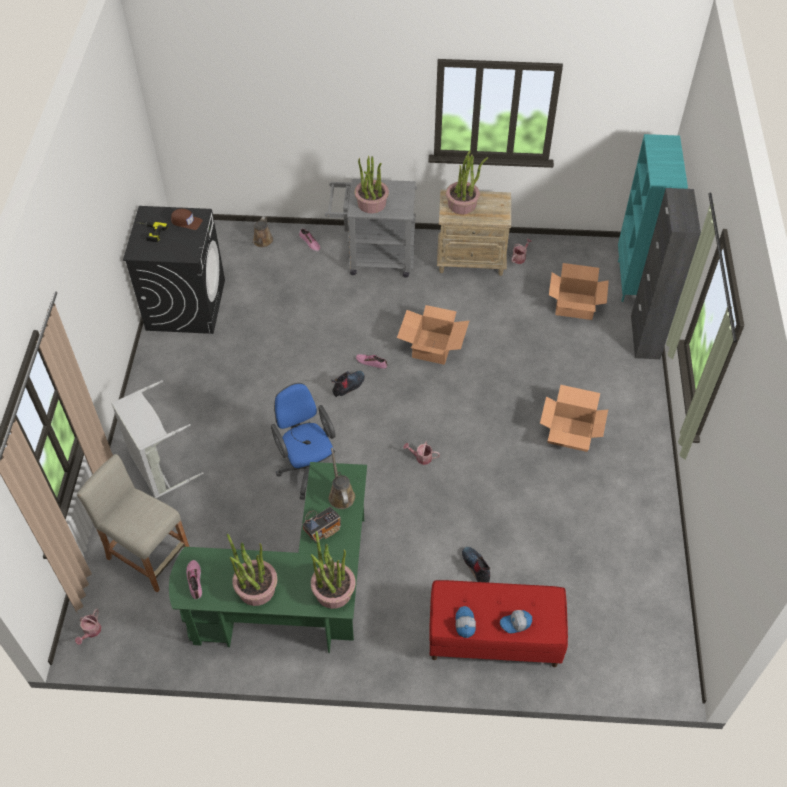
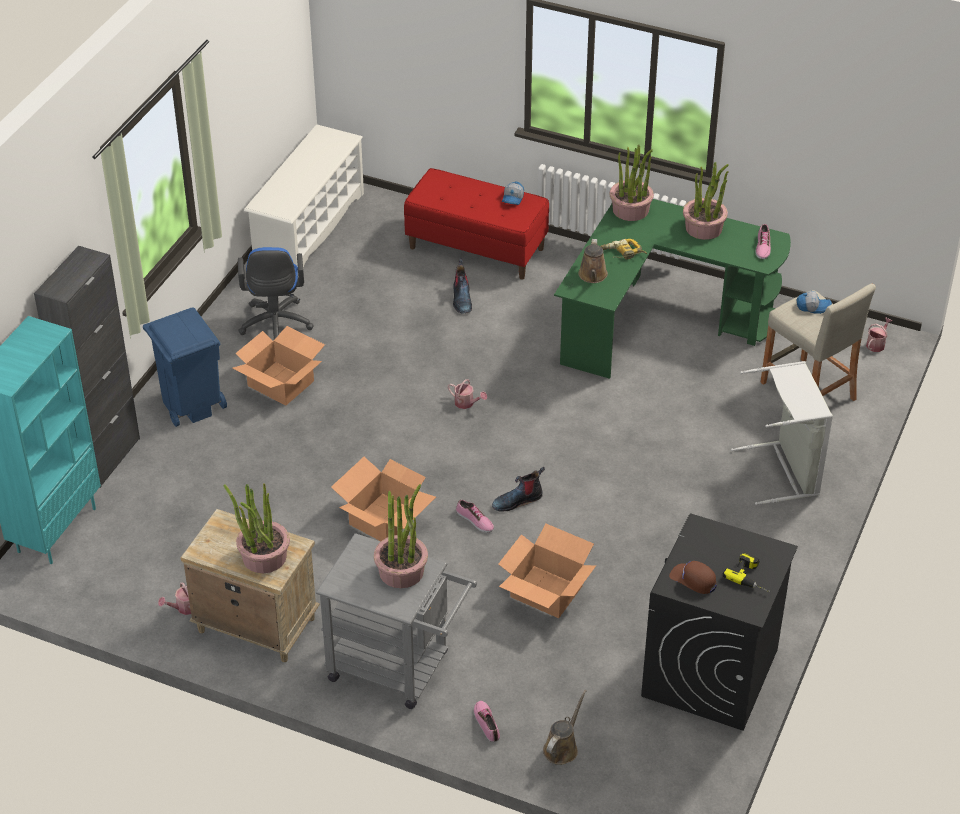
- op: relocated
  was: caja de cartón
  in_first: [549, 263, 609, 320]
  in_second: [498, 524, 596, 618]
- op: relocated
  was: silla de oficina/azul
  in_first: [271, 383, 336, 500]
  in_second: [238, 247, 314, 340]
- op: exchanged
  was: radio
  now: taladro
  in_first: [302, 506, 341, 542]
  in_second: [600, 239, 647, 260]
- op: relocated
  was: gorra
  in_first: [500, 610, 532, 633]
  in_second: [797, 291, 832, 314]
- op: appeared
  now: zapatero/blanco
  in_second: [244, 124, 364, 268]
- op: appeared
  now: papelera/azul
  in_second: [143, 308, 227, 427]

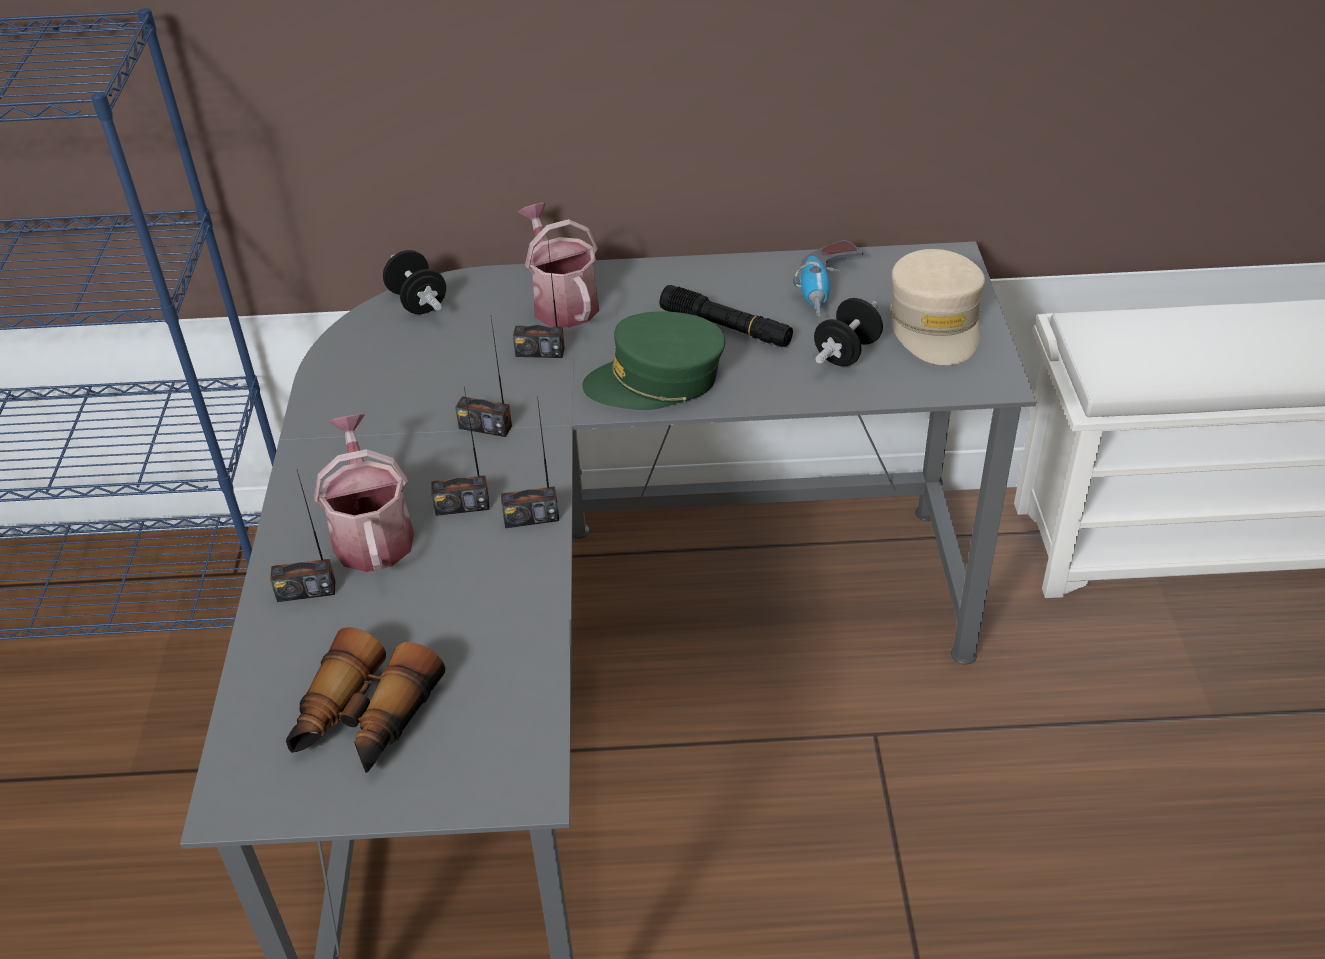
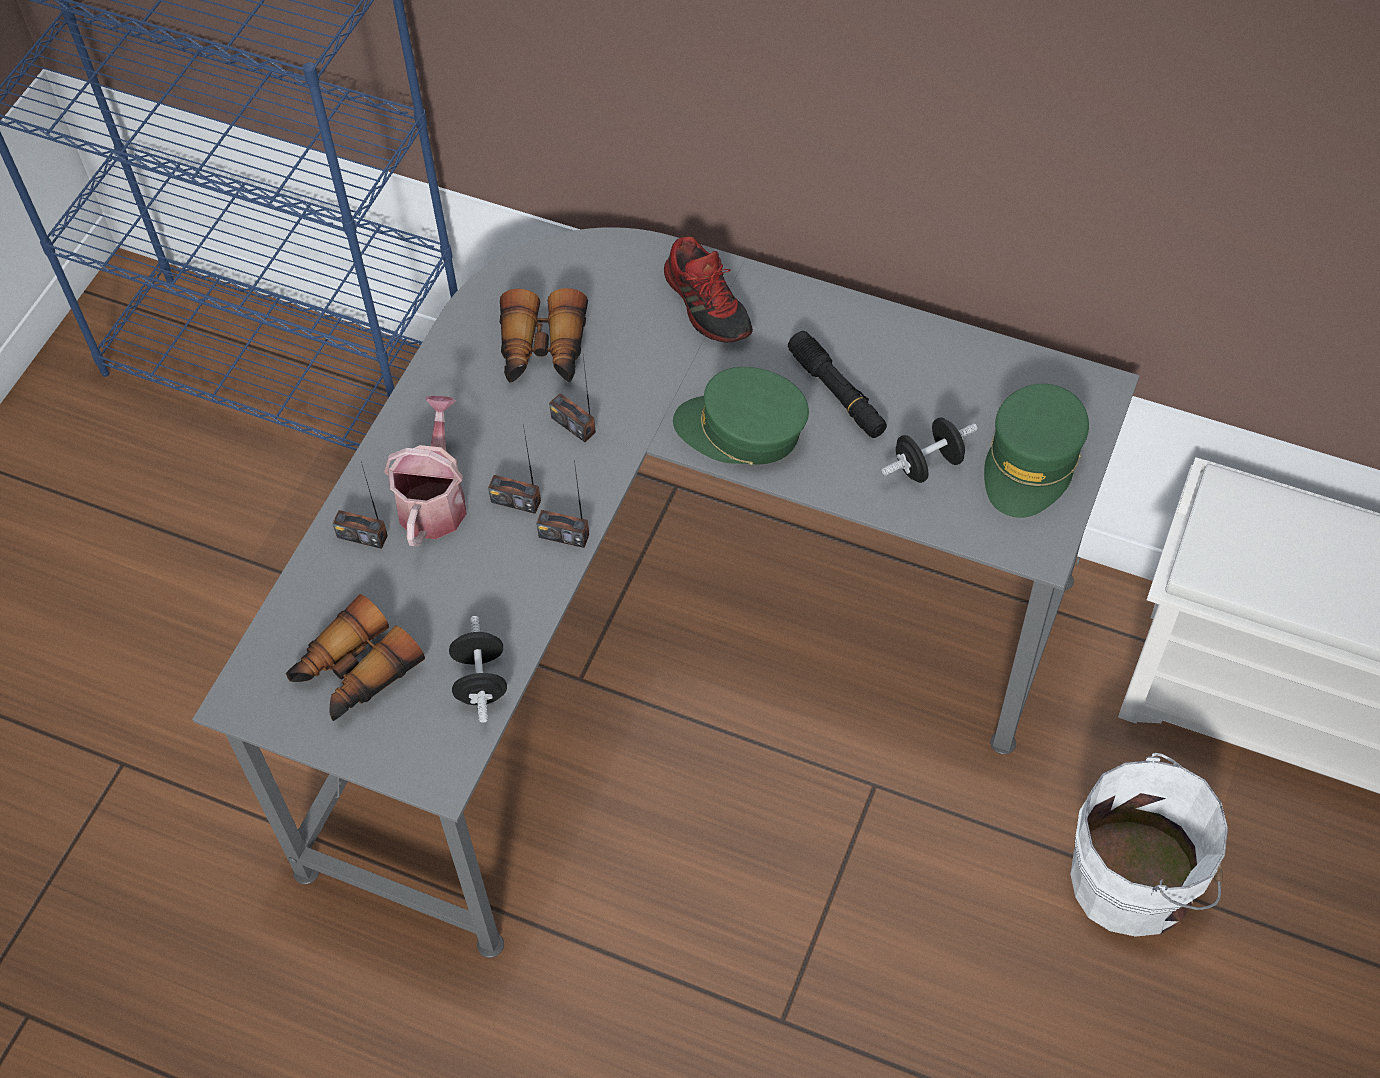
- op: exchanged
  was: regadera
  now: zapato
  in_first: [518, 203, 599, 328]
  in_second: [664, 236, 753, 343]
- op: missing
  was: taladro
  in_first: [793, 240, 863, 317]
- op: missing
  was: radio
  in_first: [513, 243, 565, 358]
- op: colour
  was: gorra/beis
  now: gorra/verde
  in_first: [890, 249, 985, 365]
  in_second: [984, 384, 1089, 518]
- op: relocated
  was: mancuerna/negro
  in_first: [383, 250, 446, 314]
  in_second: [449, 616, 507, 723]
- op: appeared
  now: prismáticos
  in_second: [500, 288, 588, 383]
- op: appeared
  now: cubo/blanco
  in_second: [1071, 753, 1228, 937]

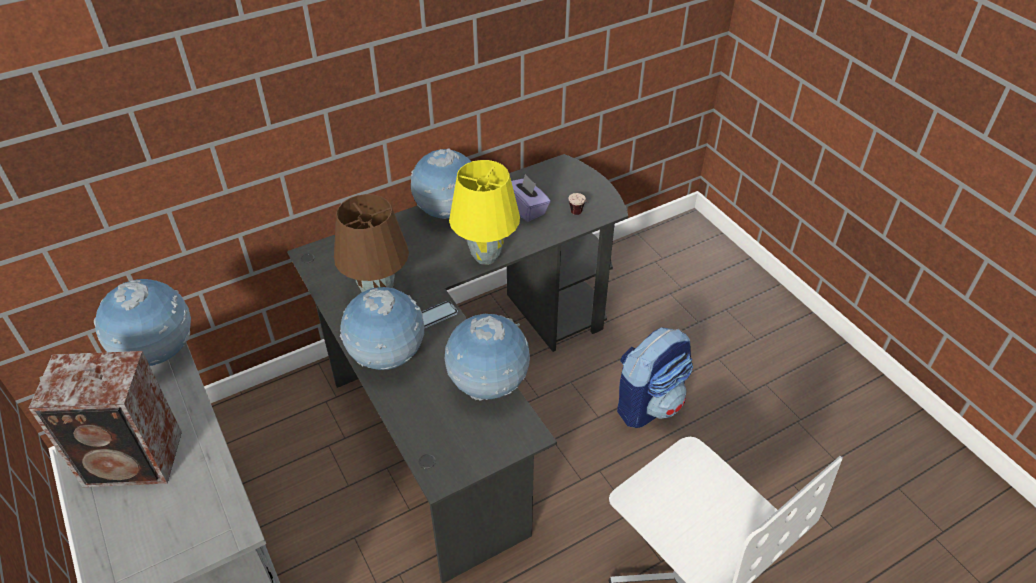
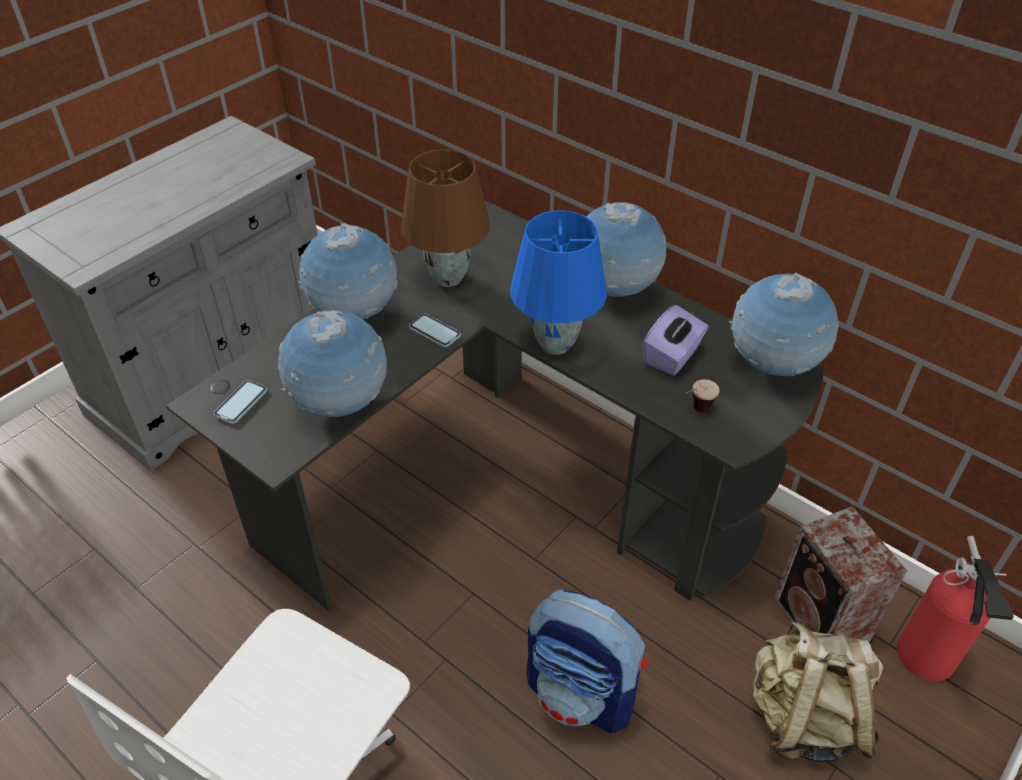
- op: colour
  was: lámpara de mesa/amarillo
  now: lámpara de mesa/azul
  in_first: [449, 160, 520, 265]
  in_second: [510, 211, 607, 355]
- op: relocated
  was: globo terráqueo
  in_first: [94, 279, 191, 366]
  in_second: [729, 273, 839, 376]
- op: relocated
  was: altavoz
  in_first: [28, 351, 182, 487]
  in_second: [774, 507, 907, 642]
- op: appeared
  now: móvil
  in_second: [214, 380, 267, 424]
- op: appeared
  now: extintor
  in_second: [897, 536, 1014, 681]
- op: appeared
  now: mochila/beis
  in_second: [753, 618, 883, 762]

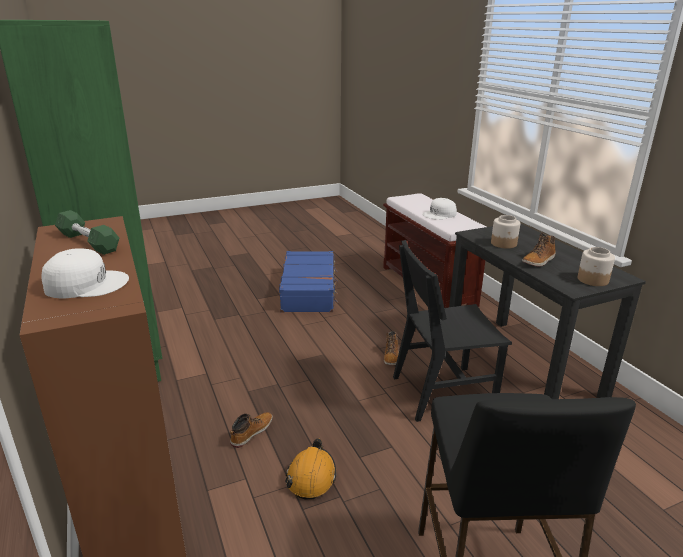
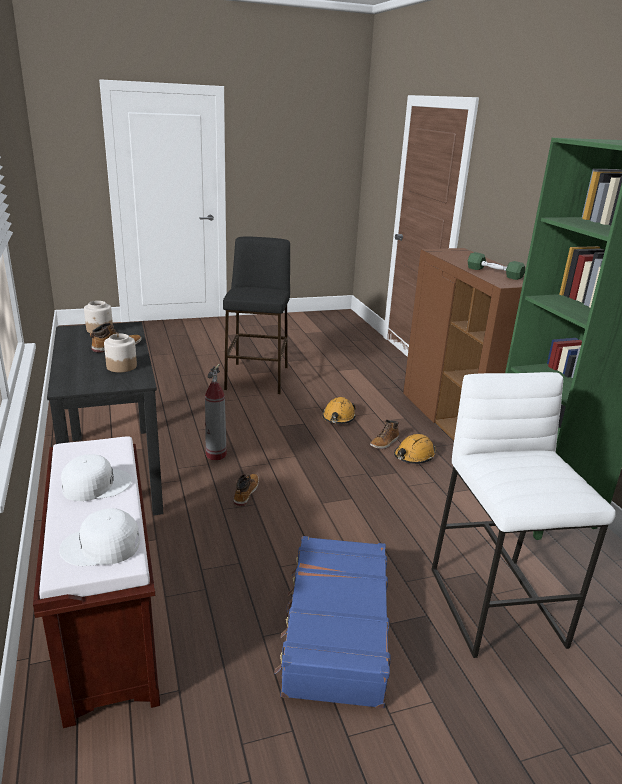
- op: exchanged
  was: silla/negro
  now: extintor
  in_first: [393, 240, 512, 422]
  in_second: [205, 364, 227, 460]
- op: relocated
  was: gorra/blanco
  in_first: [41, 248, 129, 299]
  in_second: [59, 508, 140, 566]
- op: appeared
  now: taburete/blanco
  in_second: [431, 372, 616, 658]
- op: appeared
  now: casco/naranja
  in_second: [394, 434, 436, 464]

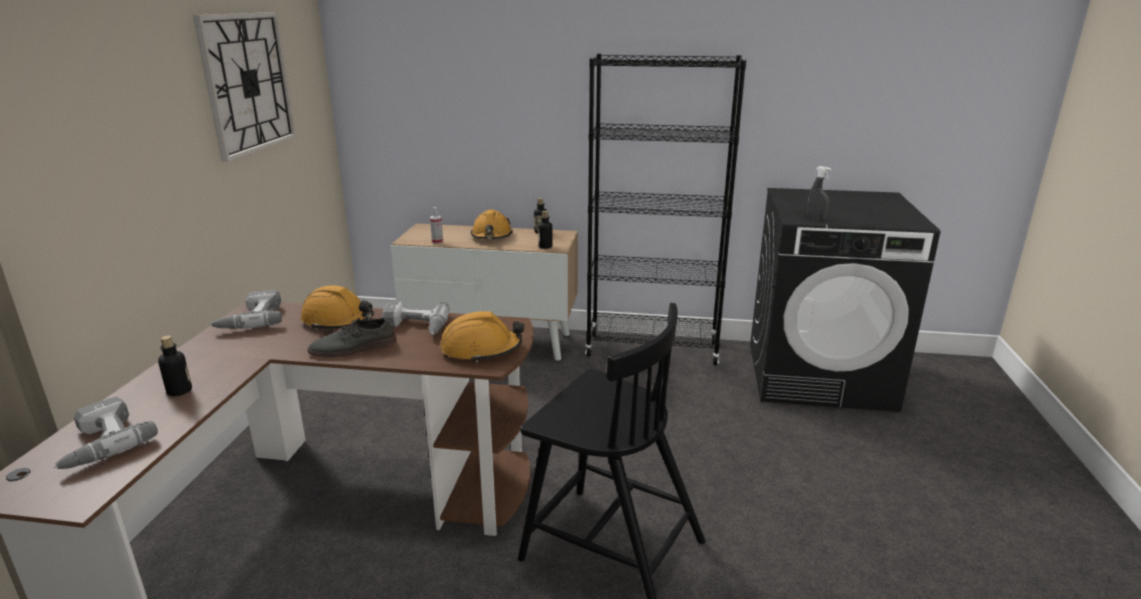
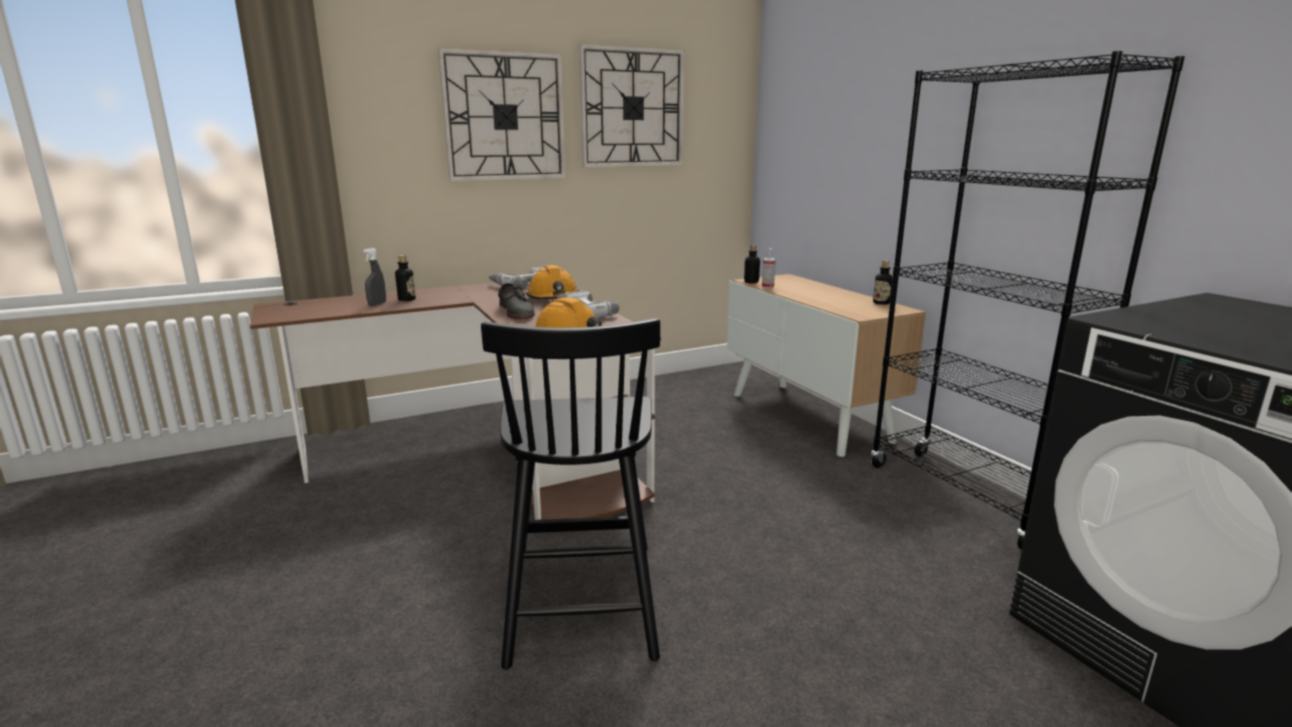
- op: relocated
  was: pulverizador/gris
  in_first: [807, 166, 831, 220]
  in_second: [363, 248, 386, 306]
- op: missing
  was: casco/naranja
  in_first: [471, 210, 513, 239]
- op: relocated
  was: botella
  in_first: [538, 211, 553, 249]
  in_second: [744, 245, 760, 283]
- op: spun
  was: zapato/gris
  in_first: [307, 317, 397, 358]
  in_second: [498, 283, 535, 319]
  clockwise: -150
- op: missing
  was: taladro
  in_first: [54, 397, 158, 469]
- op: appeared
  now: reloj de pared
  in_second: [438, 48, 566, 181]

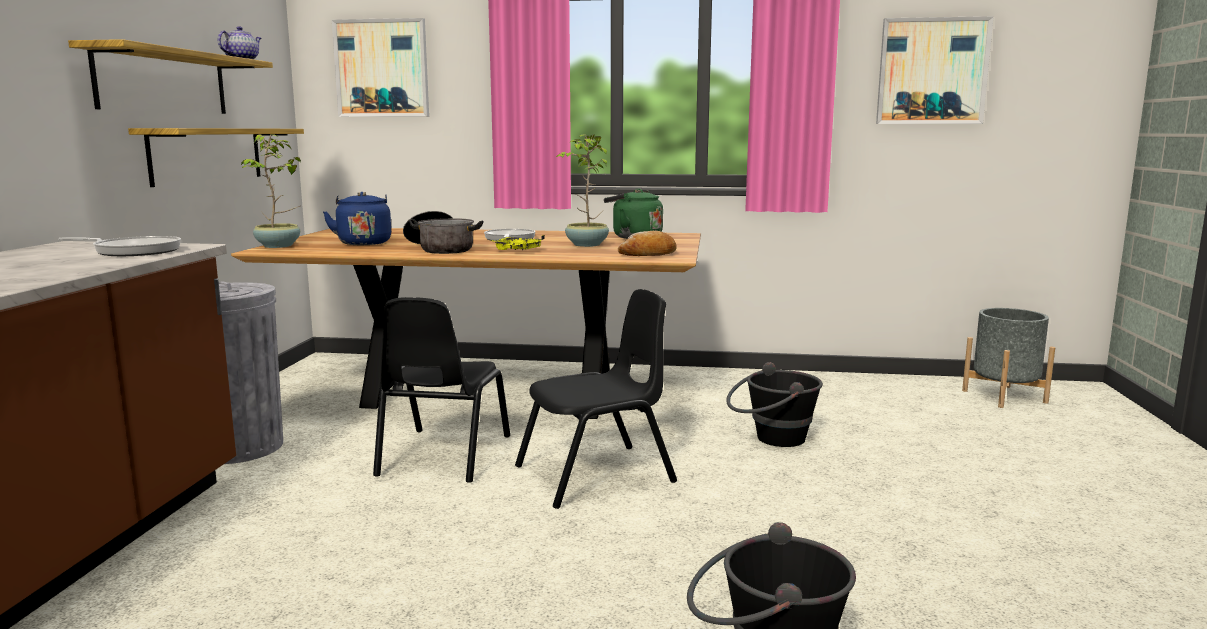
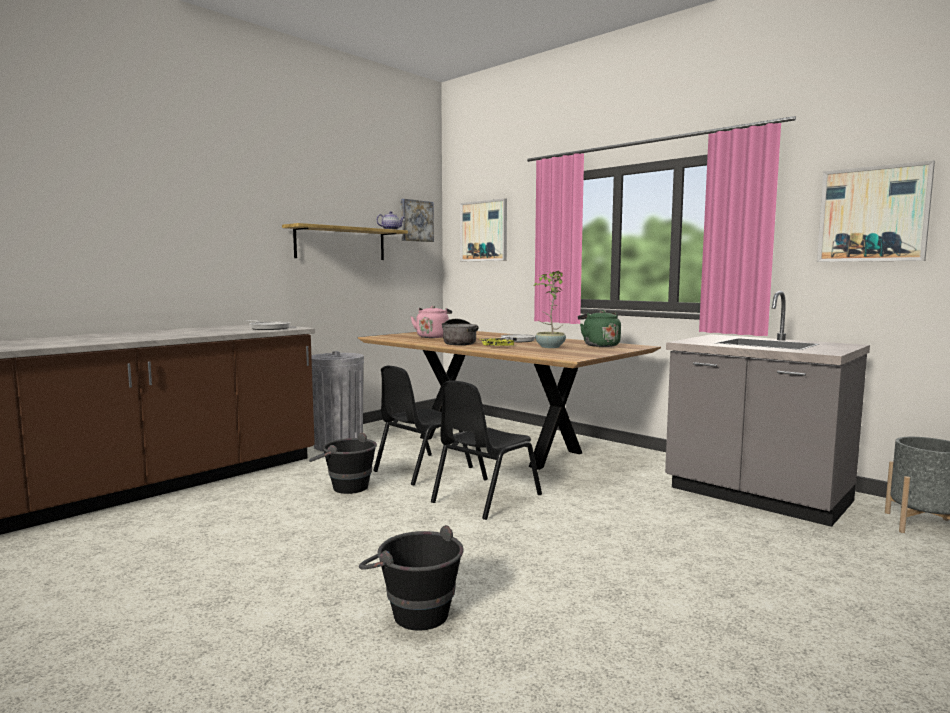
- op: missing
  was: estante
  in_first: [128, 128, 304, 187]
- op: missing
  was: planta en maceta
  in_first: [240, 134, 301, 248]
- op: colour
  was: hervidor/azul
  now: hervidor/rosa
  in_first: [323, 192, 391, 245]
  in_second: [411, 306, 452, 338]
- op: missing
  was: pan
  in_first: [618, 231, 677, 256]
- op: spun
  was: silla/negro
  in_first: [515, 289, 677, 509]
  in_second: [431, 380, 542, 520]
  clockwise: 120
- op: relocated
  was: cubo/negro
  in_first: [726, 362, 823, 447]
  in_second: [309, 432, 377, 494]
- op: appeared
  now: cuadro
  in_second: [401, 199, 434, 242]
- op: appeared
  now: mueble bajo de cocina/gris
  in_second: [665, 291, 870, 527]

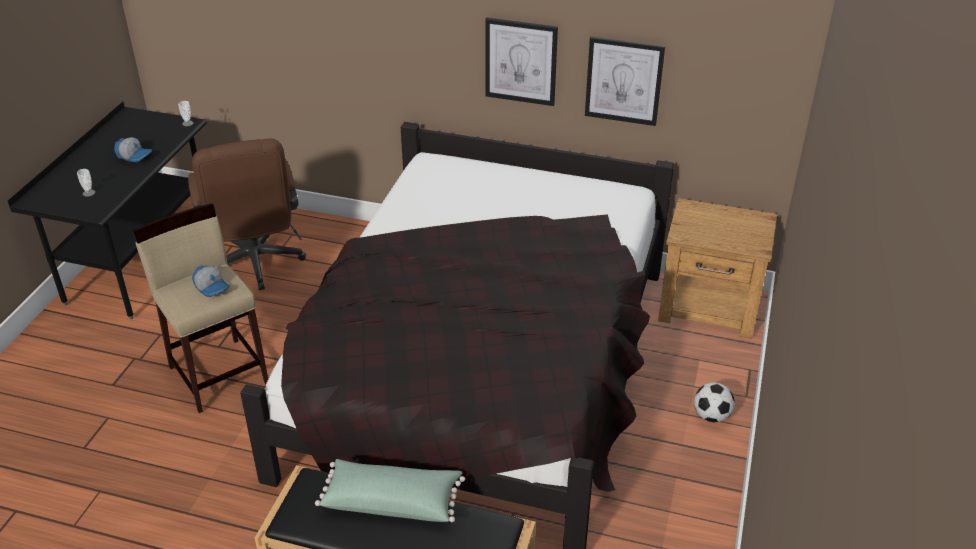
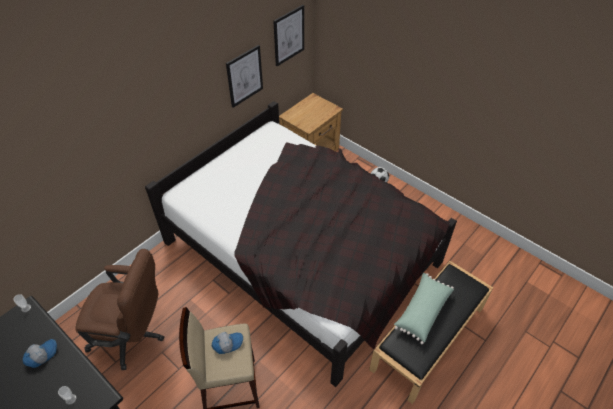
- op: relocated
  was: cuadro
  in_first: [485, 17, 558, 106]
  in_second: [273, 5, 304, 66]

